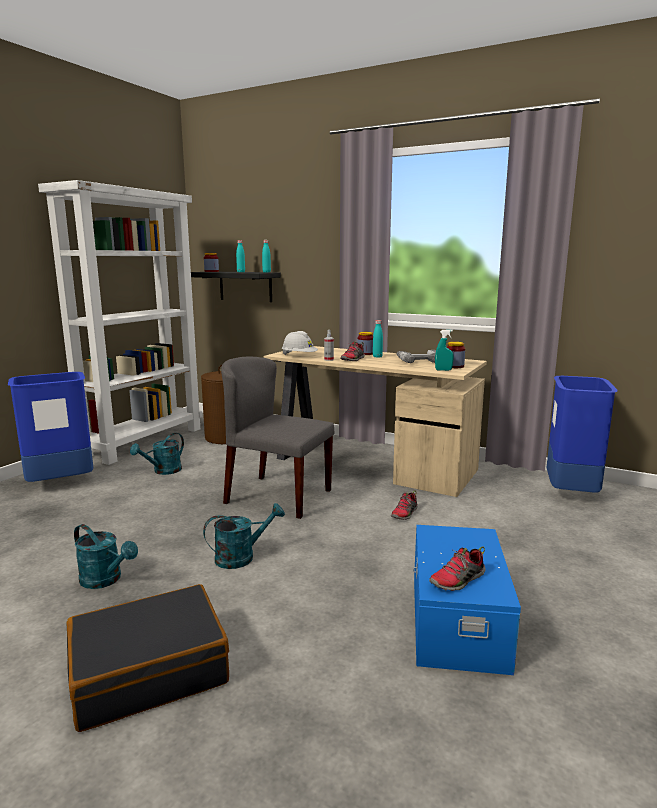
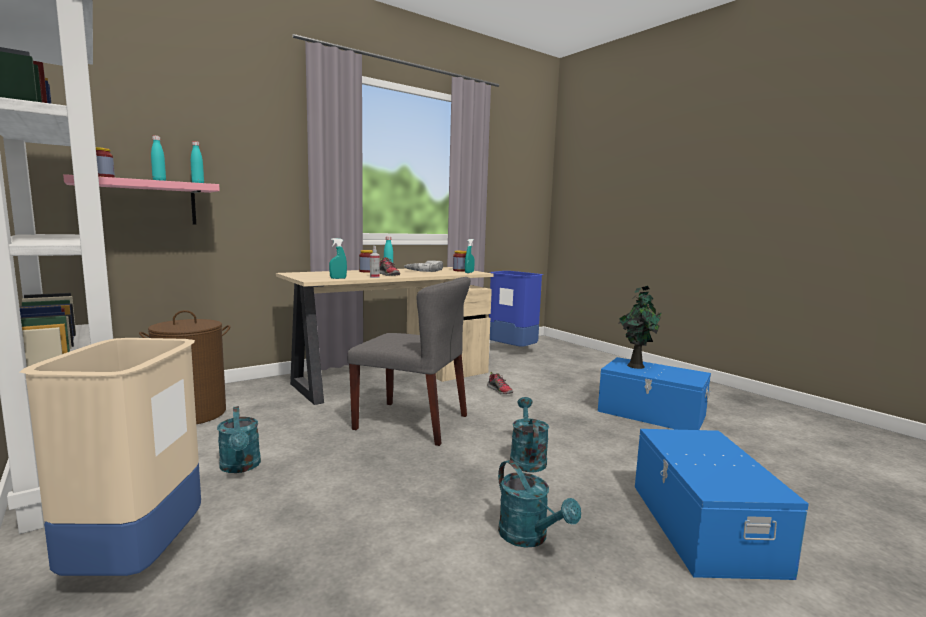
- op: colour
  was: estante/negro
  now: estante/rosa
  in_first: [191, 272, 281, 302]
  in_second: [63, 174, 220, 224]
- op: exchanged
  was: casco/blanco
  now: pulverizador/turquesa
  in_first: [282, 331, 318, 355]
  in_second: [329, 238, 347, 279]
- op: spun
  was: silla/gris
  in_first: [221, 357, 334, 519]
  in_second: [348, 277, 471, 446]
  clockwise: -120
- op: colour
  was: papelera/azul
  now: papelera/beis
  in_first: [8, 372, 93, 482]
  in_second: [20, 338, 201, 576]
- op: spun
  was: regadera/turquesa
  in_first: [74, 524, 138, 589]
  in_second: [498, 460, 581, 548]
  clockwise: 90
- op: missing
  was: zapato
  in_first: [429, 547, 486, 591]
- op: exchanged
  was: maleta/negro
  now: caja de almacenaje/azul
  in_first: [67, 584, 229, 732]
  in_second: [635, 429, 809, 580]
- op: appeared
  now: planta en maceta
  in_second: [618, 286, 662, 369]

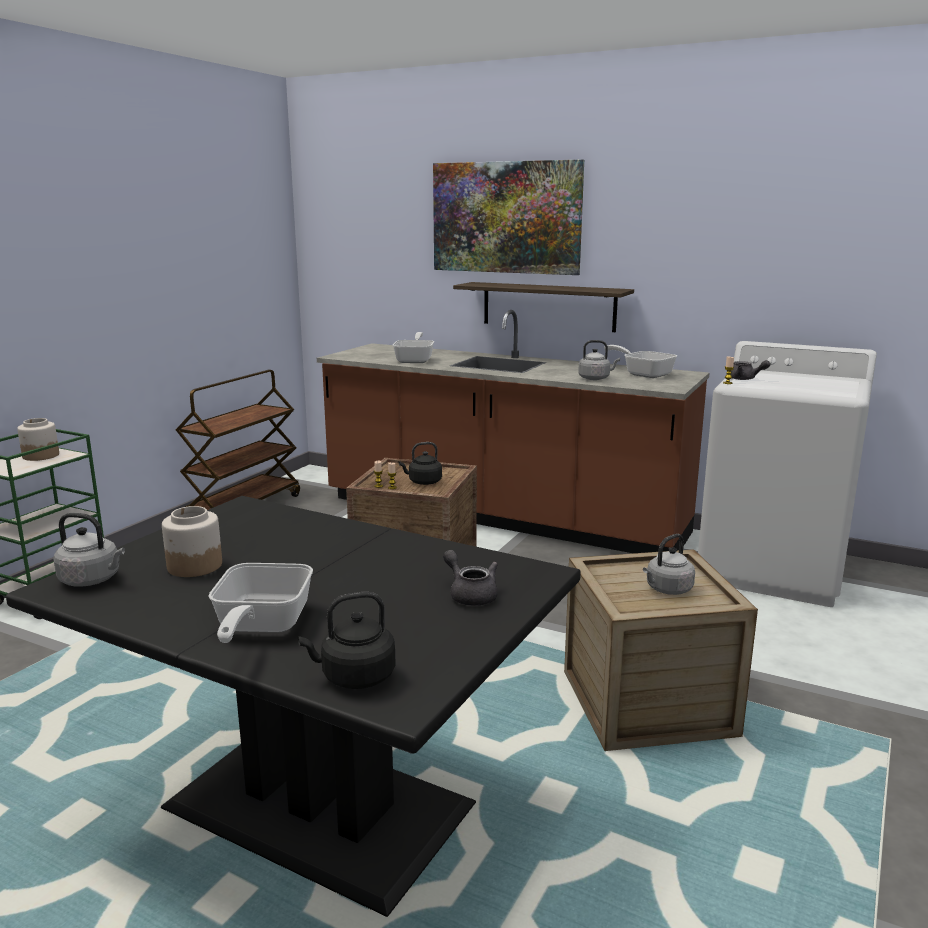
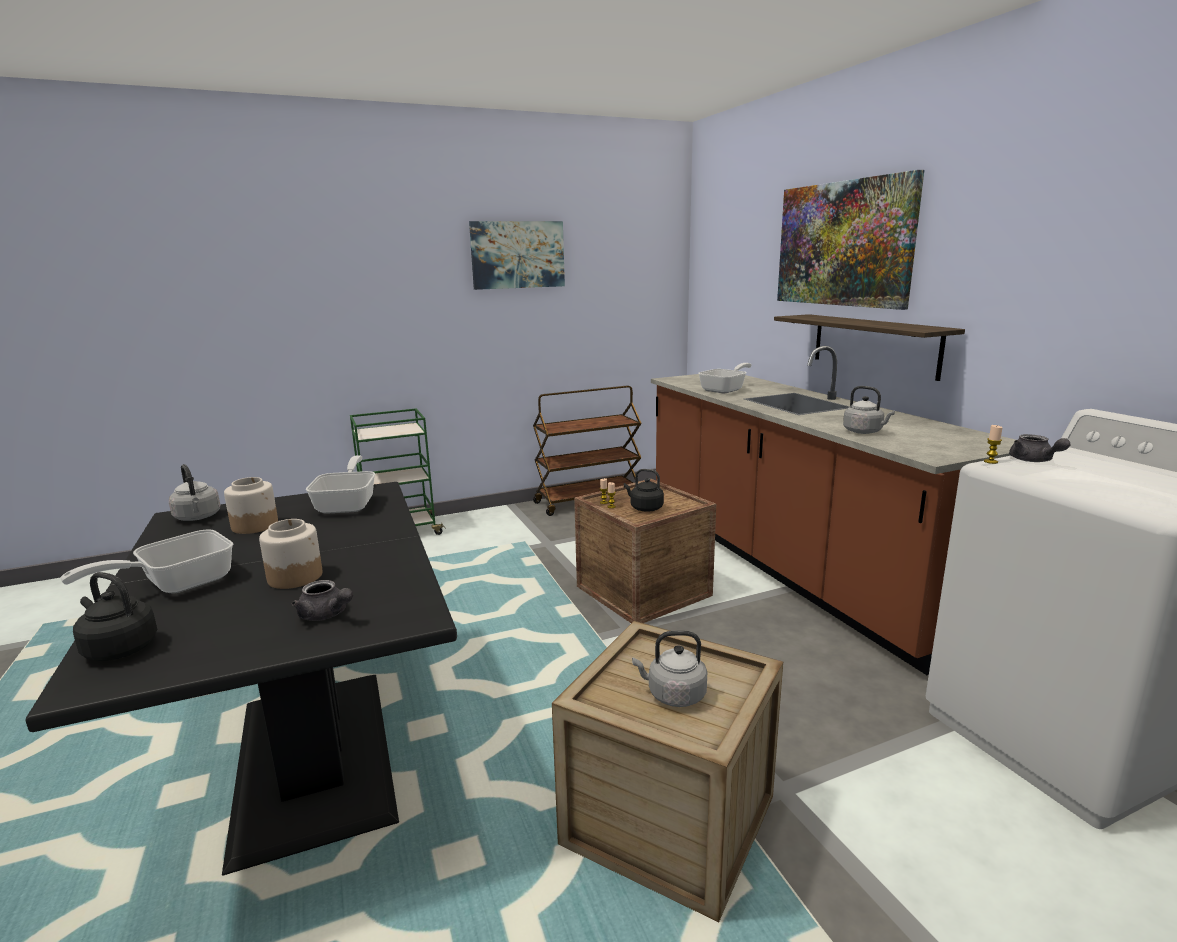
- op: relocated
  was: sartén
  in_first: [604, 345, 677, 378]
  in_second: [306, 455, 375, 514]
- op: relocated
  was: tarro
  in_first: [17, 418, 59, 461]
  in_second: [259, 519, 323, 589]
- op: spun
  was: tetera/gris
  in_first: [443, 550, 498, 606]
  in_second: [291, 580, 353, 621]
  clockwise: 120
- op: appeared
  now: cuadro
  in_second: [469, 221, 565, 290]

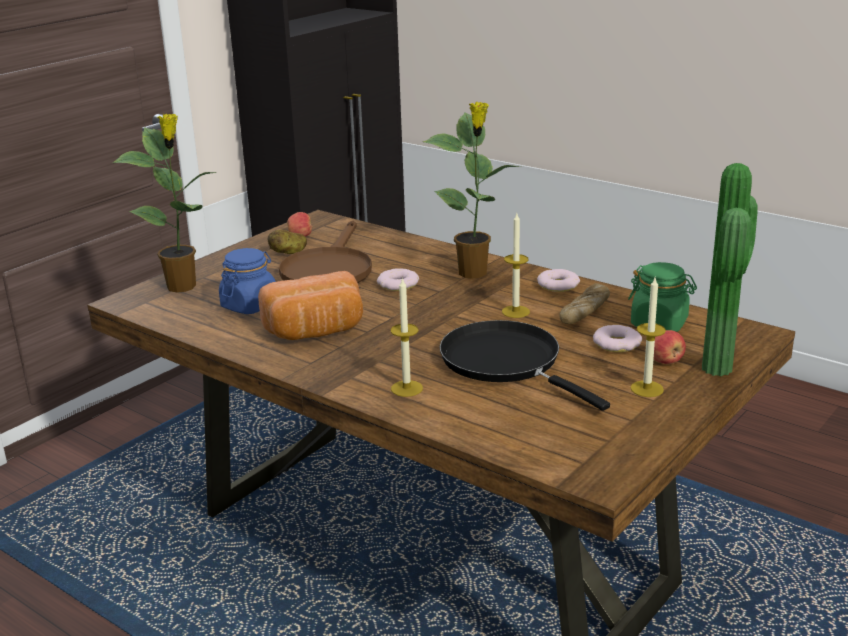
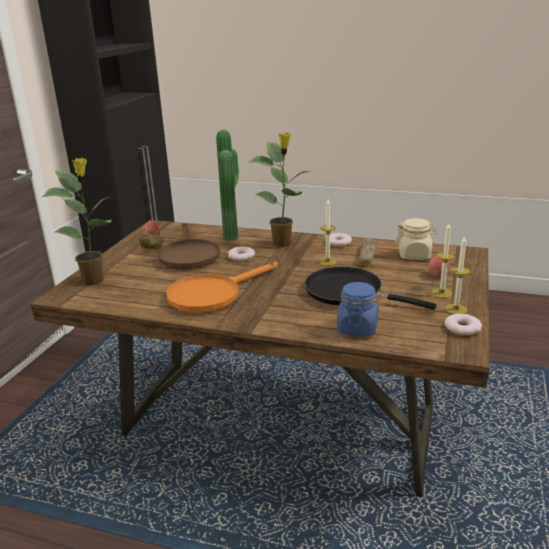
- op: relocated
  was: planta en maceta
  in_first: [702, 163, 758, 376]
  in_second: [216, 130, 239, 241]
- op: relocated
  was: tarro/azul
  in_first: [219, 248, 276, 314]
  in_second: [337, 282, 378, 337]
- op: colour
  was: tarro/verde
  now: tarro/beis
  in_first: [628, 262, 697, 332]
  in_second: [395, 218, 437, 260]
- op: exchanged
  was: pan
  now: sartén/naranja
  in_first: [258, 271, 363, 340]
  in_second: [166, 262, 278, 313]
- op: relocated
  was: vela
  in_first: [391, 277, 423, 397]
  in_second: [445, 235, 470, 314]
- op: relocated
  was: rosquilla
  in_first: [593, 325, 642, 352]
  in_second: [444, 314, 482, 336]

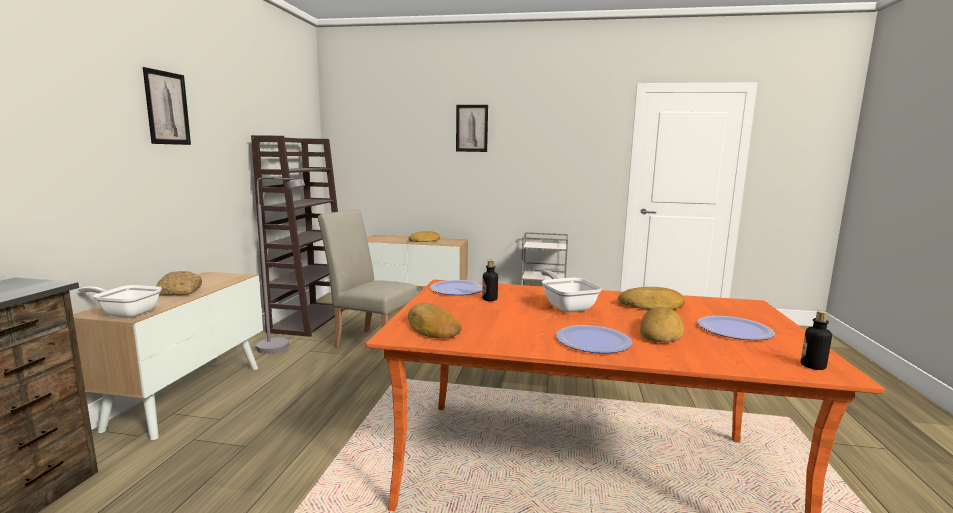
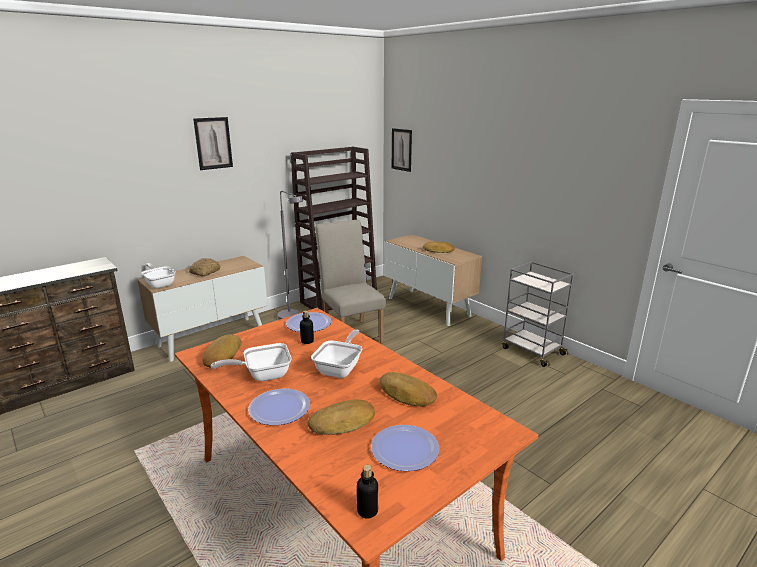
- op: relocated
  was: cuadro
  in_first: [456, 105, 488, 152]
  in_second: [392, 128, 412, 172]
- op: appeared
  now: sartén
  in_second: [211, 343, 291, 381]

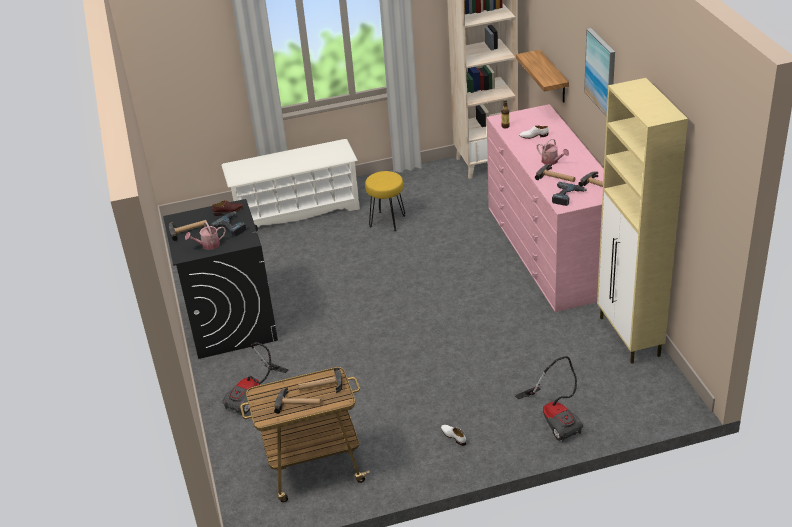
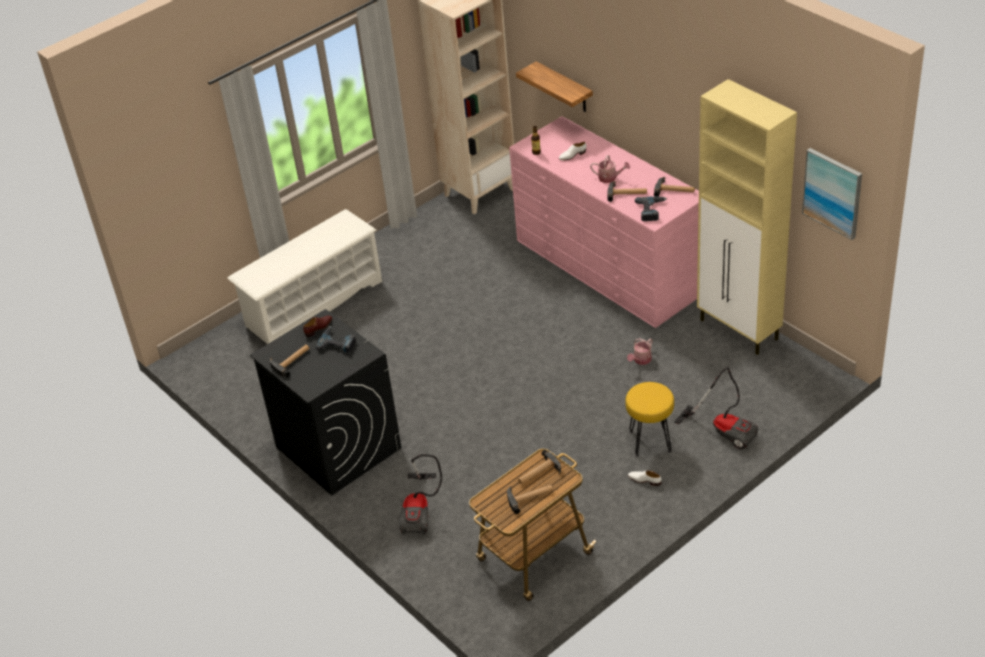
- op: relocated
  was: cuadro
  in_first: [584, 28, 615, 117]
  in_second: [802, 148, 862, 240]
- op: relocated
  was: taburete/amarillo
  in_first: [365, 171, 405, 231]
  in_second: [625, 382, 674, 457]
- op: relocated
  was: regadera
  in_first: [185, 222, 226, 250]
  in_second: [627, 338, 652, 365]

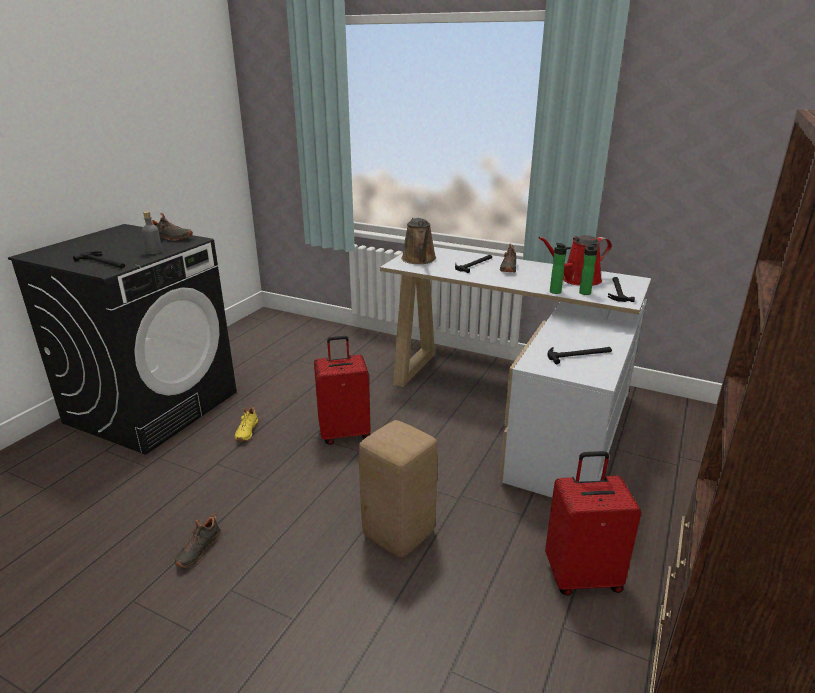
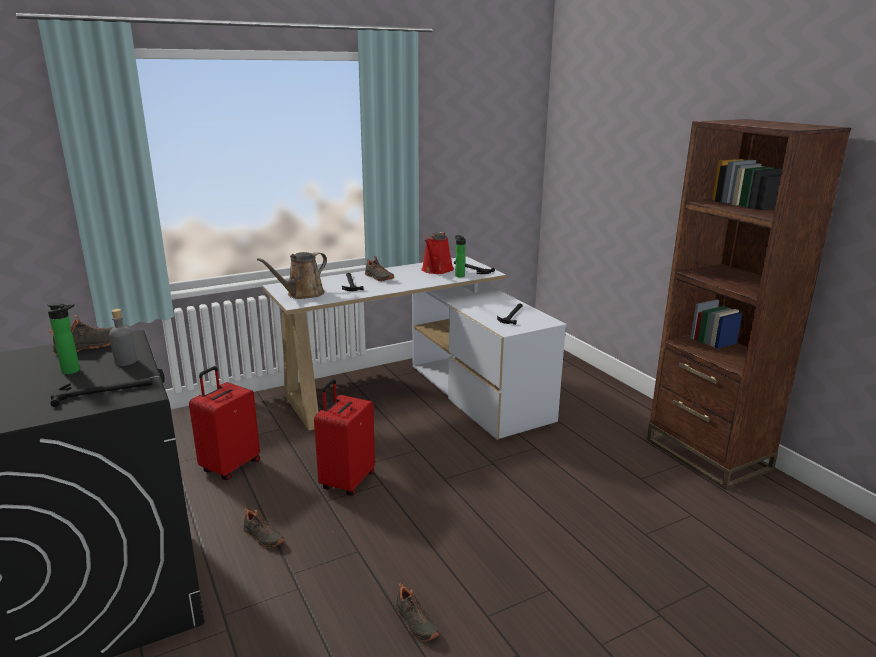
- op: spun
  was: regadera/marrón
  in_first: [402, 217, 436, 264]
  in_second: [257, 252, 327, 299]
  clockwise: 105
- op: relocated
  was: botella
  in_first: [550, 243, 571, 294]
  in_second: [47, 303, 80, 374]
- op: colour
  was: zapato/amarillo
  now: zapato/negro
  in_first: [235, 405, 258, 441]
  in_second: [243, 508, 284, 548]
- op: missing
  was: taburete/beis
  in_first: [359, 420, 437, 558]
- op: relocated
  was: maleta/rojo
  in_first: [545, 451, 641, 596]
  in_second: [189, 366, 260, 480]

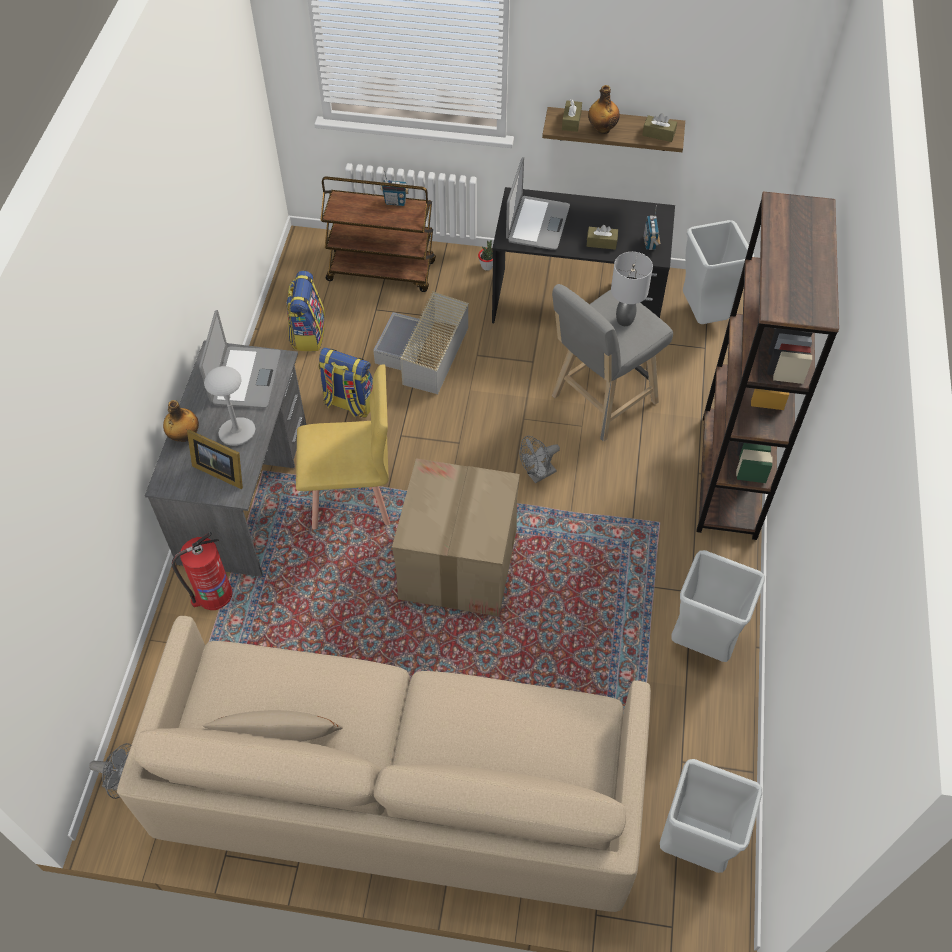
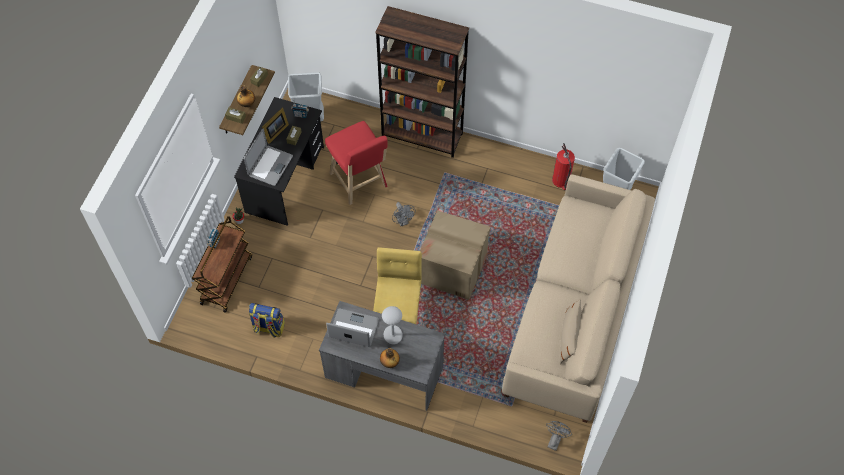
- op: spun
  was: portátil
  in_first: [506, 157, 570, 250]
  in_second: [244, 128, 293, 186]
  clockwise: 90
- op: missing
  was: lámpara de mesa/gris
  in_first: [611, 252, 653, 326]
- op: colour
  was: taburete/gris
  now: taburete/rojo
  in_first: [552, 284, 673, 442]
  in_second: [325, 121, 388, 205]
- op: missing
  was: caja de almacenaje/gris
  in_first: [373, 291, 469, 394]
- op: missing
  was: mochila
  in_first: [318, 347, 373, 417]
- op: relocated
  was: portarretratos
  in_first: [187, 429, 243, 489]
  in_second: [262, 108, 289, 144]
- op: relocated
  was: extintor
  in_first: [172, 532, 233, 610]
  in_second: [552, 143, 575, 190]
- op: missing
  was: papelera/gris
  in_first: [671, 550, 765, 662]

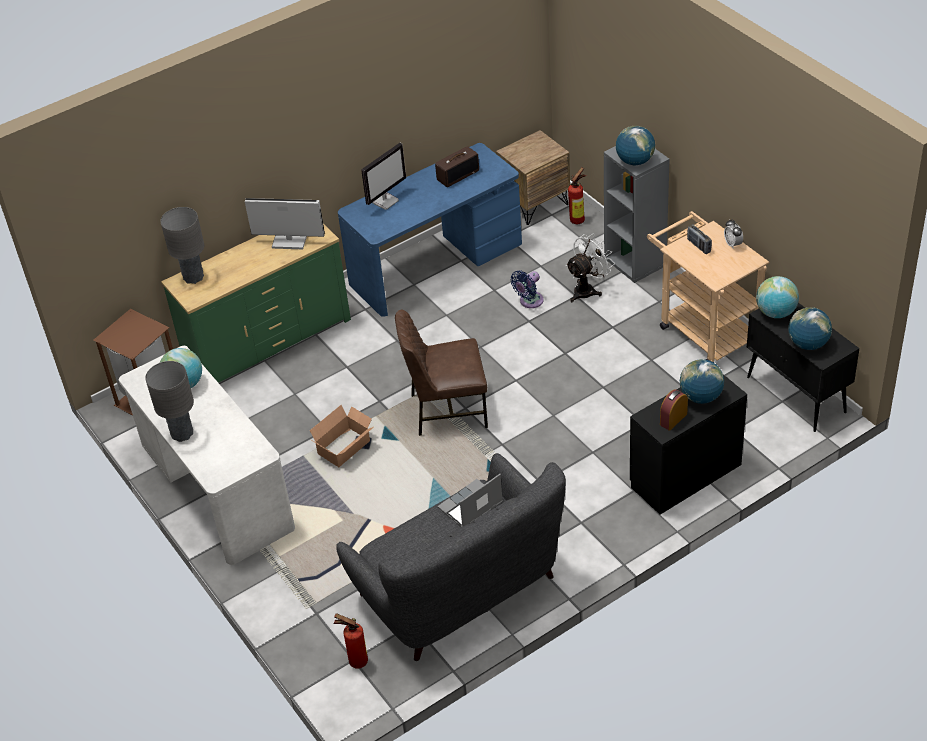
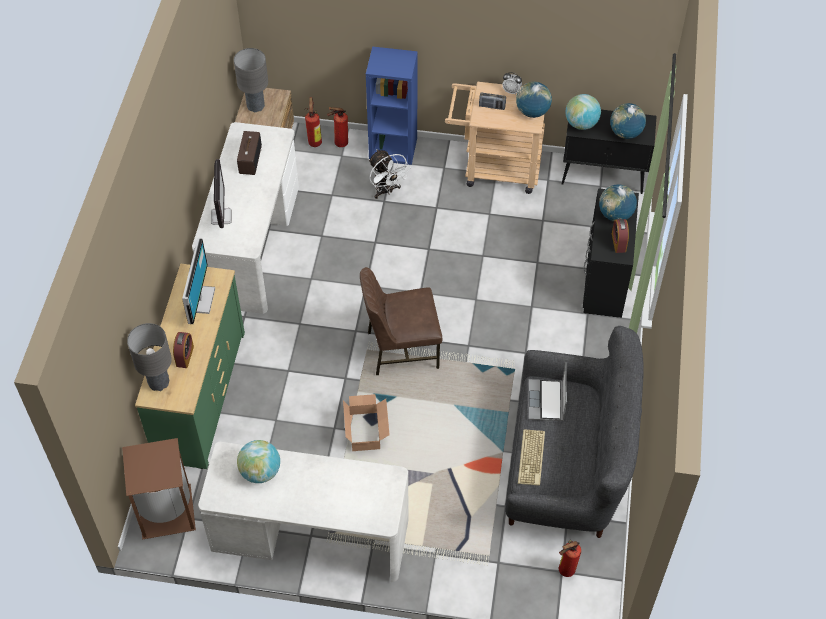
- op: relocated
  was: globo terráqueo
  in_first: [616, 126, 655, 165]
  in_second: [516, 82, 552, 118]
- op: colour
  was: escritorio/azul
  now: escritorio/blanco
  in_first: [338, 143, 522, 317]
  in_second: [192, 122, 299, 314]
- op: colour
  was: estantería/gris
  now: estantería/azul
  in_first: [604, 146, 670, 283]
  in_second: [366, 46, 418, 165]
- op: spun
  was: monitor
  in_first: [245, 198, 325, 249]
  in_second: [182, 238, 215, 324]
  clockwise: 135
- op: spun
  was: ventilador/blanco
  in_first: [566, 233, 615, 302]
  in_second: [369, 150, 411, 199]
  clockwise: 150
- op: missing
  was: ventilador/azul
  in_first: [510, 270, 544, 308]
- op: spun
  was: silla/marrón
  in_first: [395, 309, 488, 436]
  in_second: [360, 267, 443, 375]
  clockwise: 45
- op: relocated
  was: lámpara de mesa/gris
  in_first: [145, 361, 194, 442]
  in_second: [234, 48, 268, 112]
- op: appeared
  now: extintor
  in_second: [327, 107, 348, 147]
- op: appeared
  now: despertador
  in_second: [173, 332, 194, 368]
- op: appeared
  now: teclado
  in_second: [518, 430, 545, 486]

